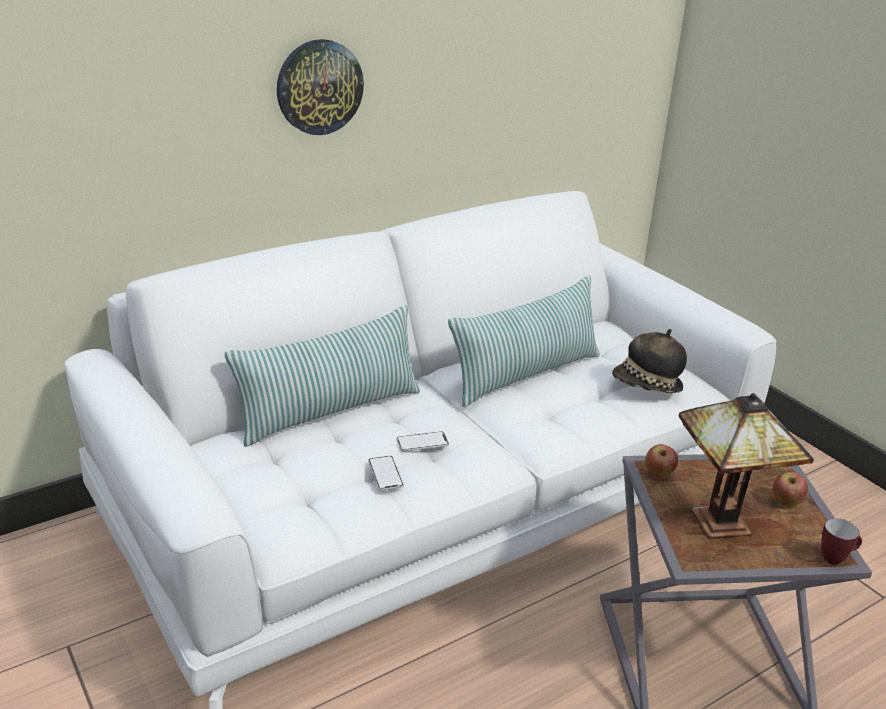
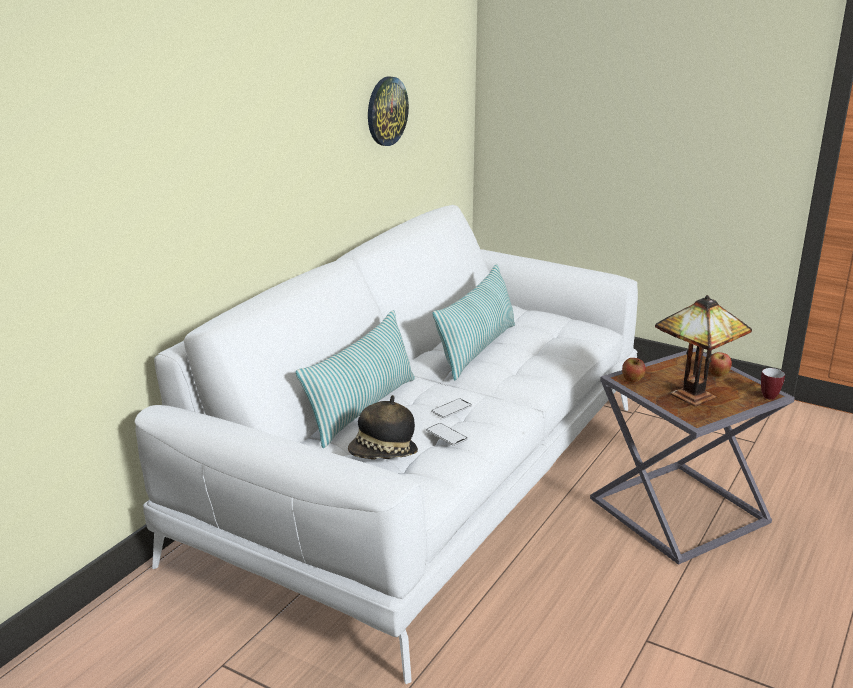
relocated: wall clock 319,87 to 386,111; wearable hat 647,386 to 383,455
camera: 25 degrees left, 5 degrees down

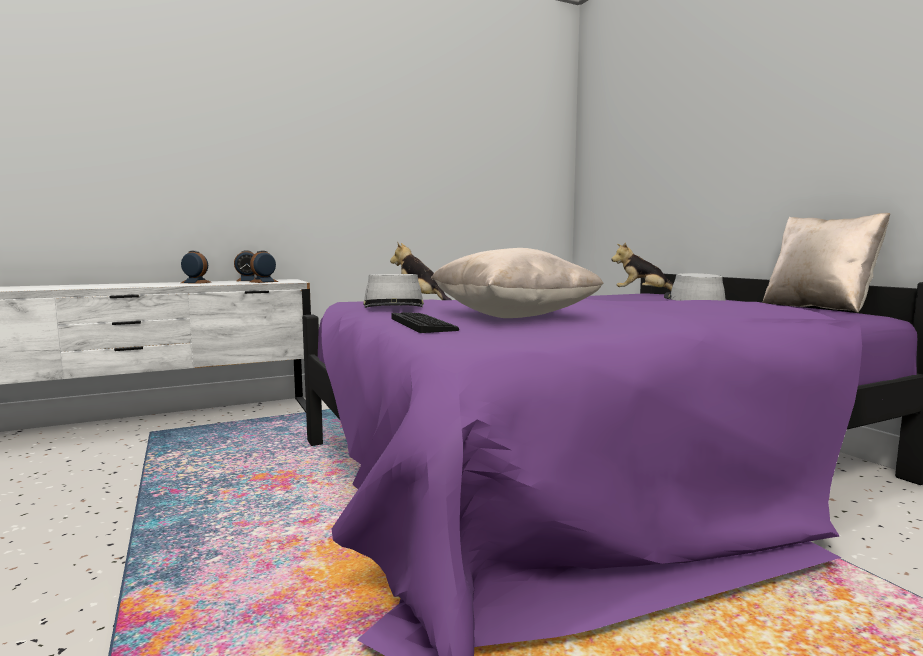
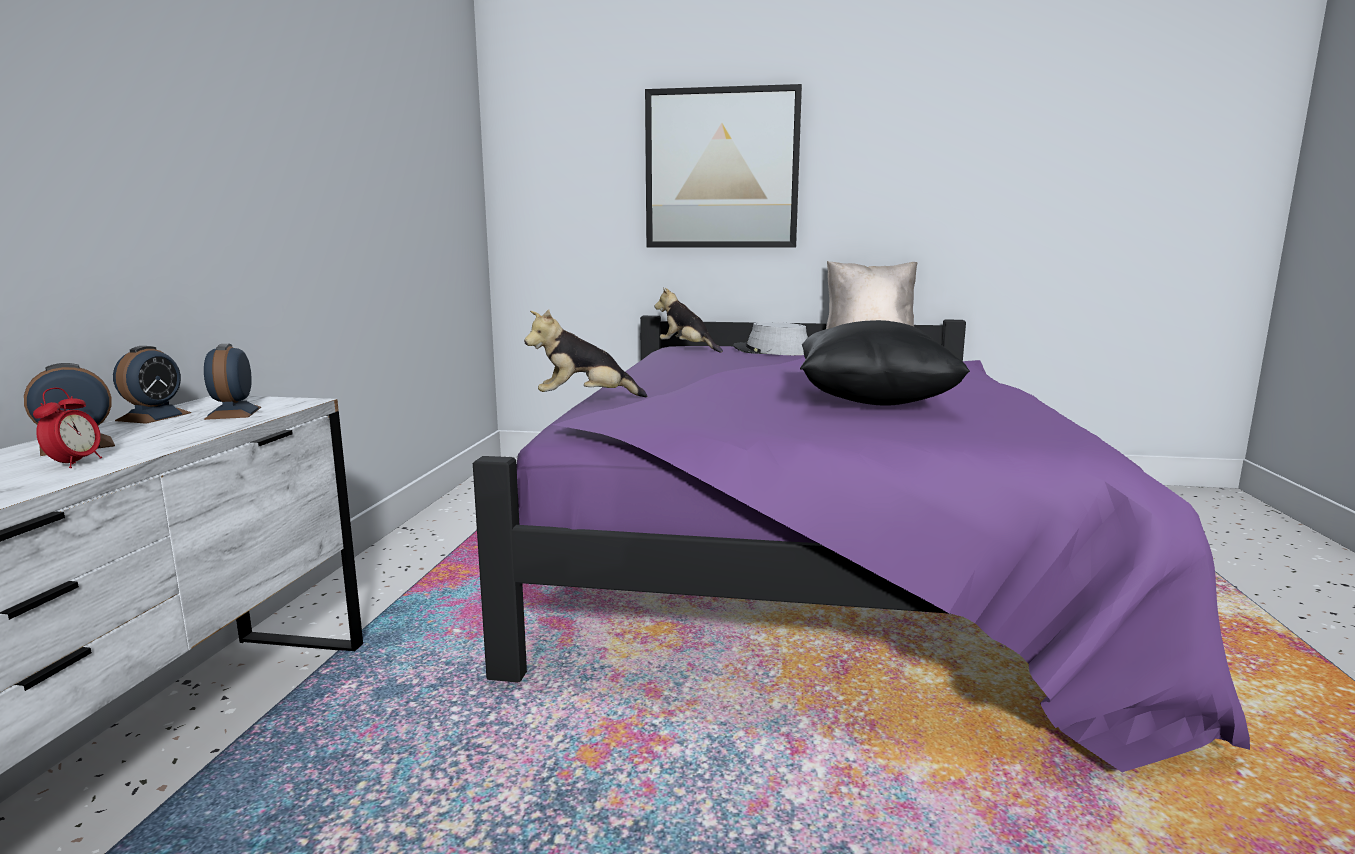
missing: wearable hat/greyish 394,306; PC keyboard 423,324
appeared: table clock 75,464; wall picture 721,169
colour: pillow/sand-coloured 512,316 to pillow/black 873,402
spun: soft toy 643,294 = 687,349 75 degrees clockwise
camera: 55 degrees left, 5 degrees up

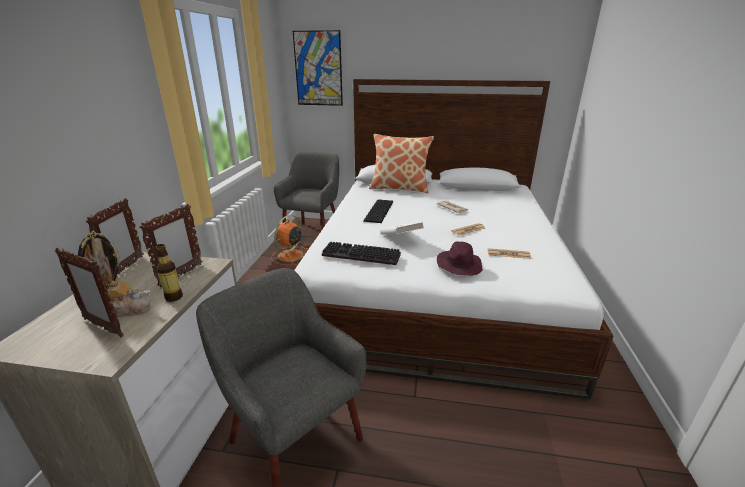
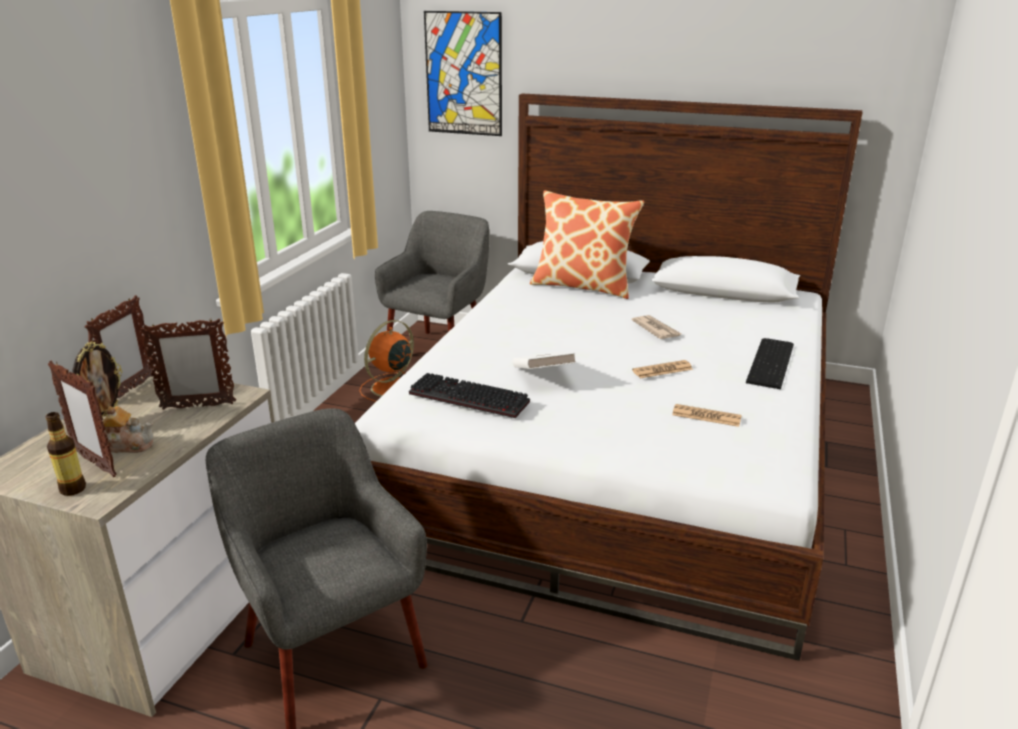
missing: wearable hat/purple 459,265
relocated: bottle 174,297 to 73,489; PC keyboard 380,211 to 772,363
spun: standing frame 181,275 = 197,406 45 degrees clockwise
camera: 10 degrees right, 0 degrees up

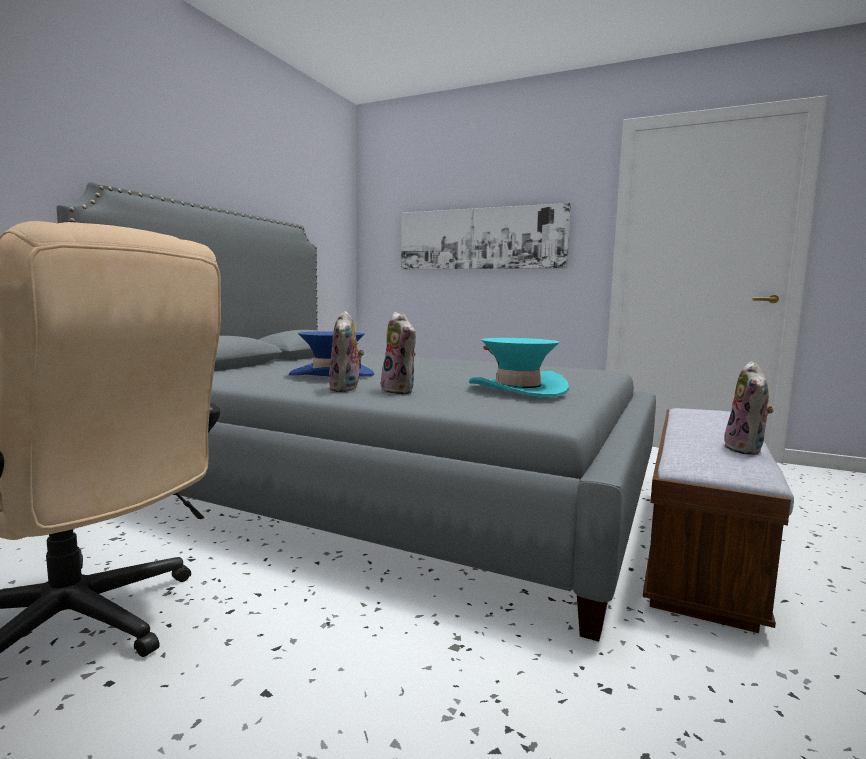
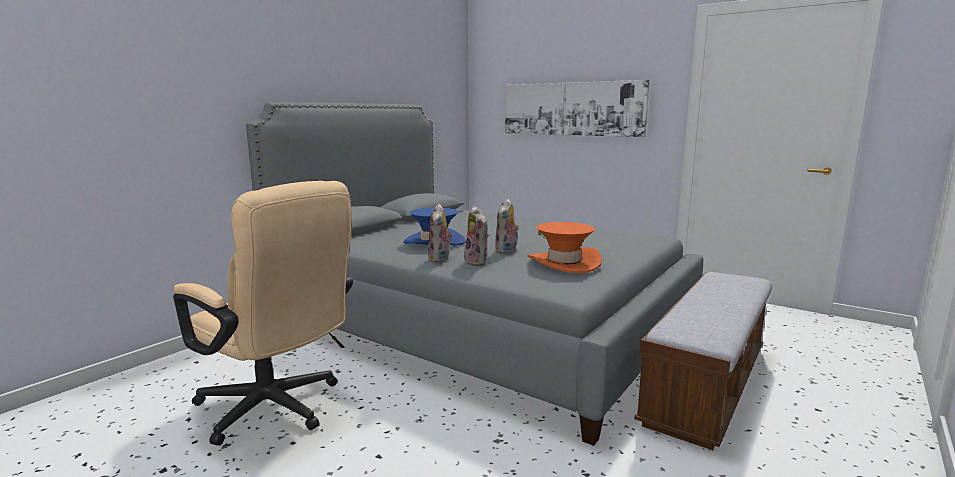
relocated: soft toy 746,450 to 506,251
colour: wearable hat/blue-green 517,389 to wearable hat/orange-coloured 563,263
camera: 10 degrees right, 5 degrees up

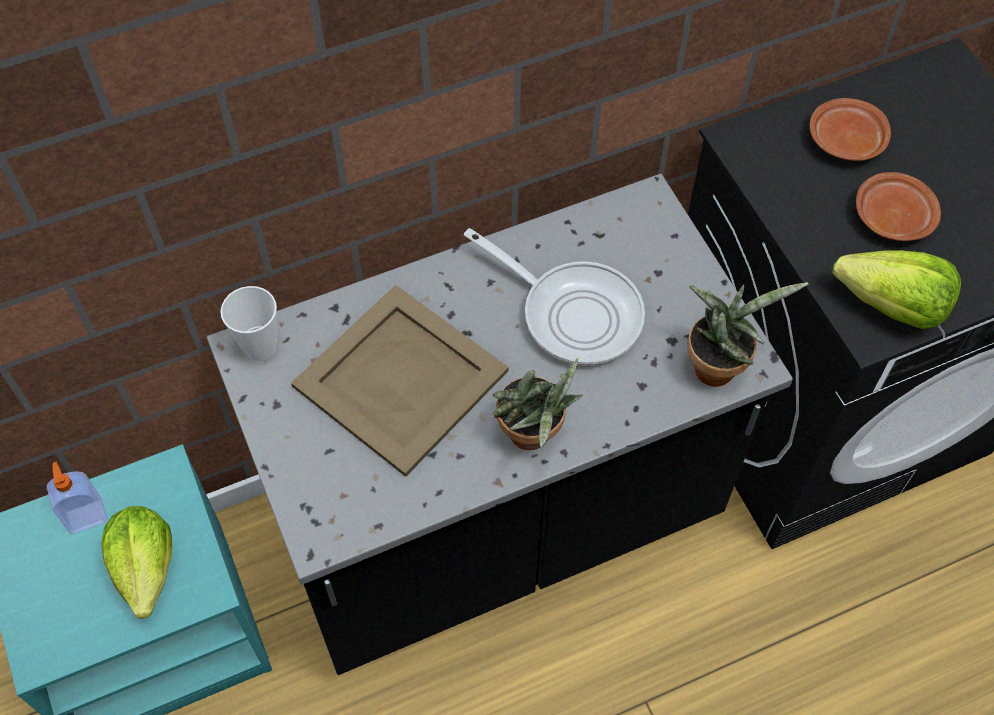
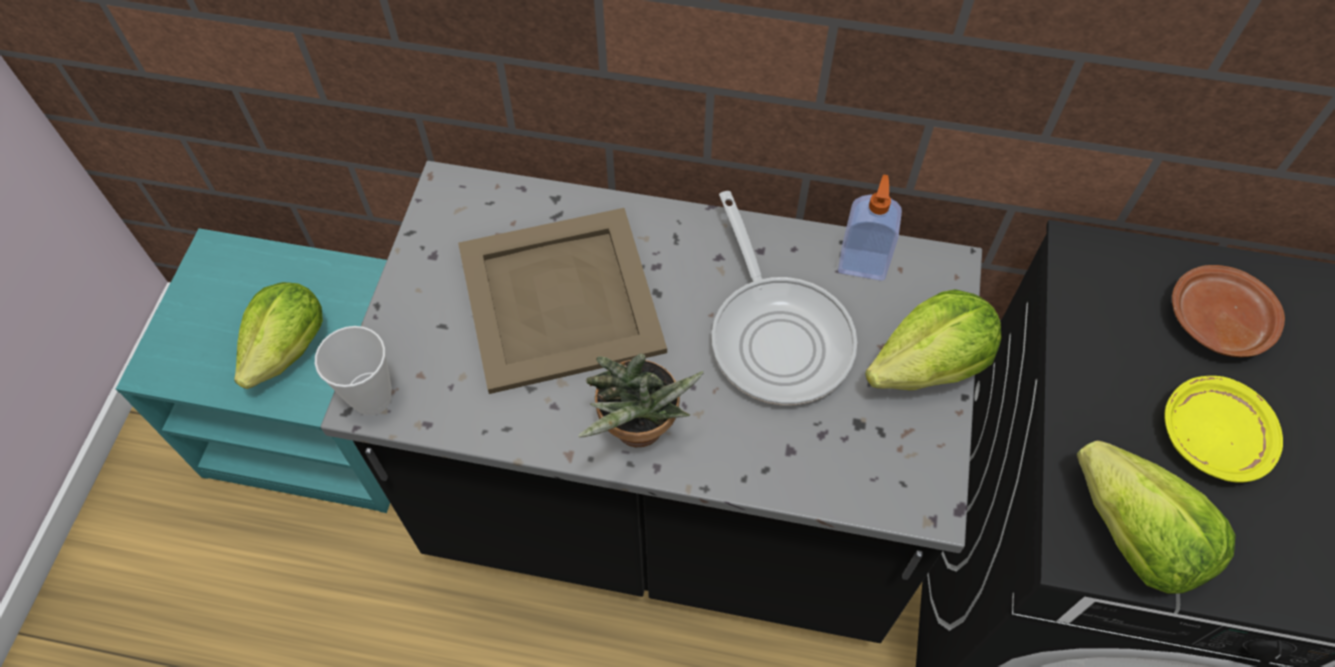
missing: potted plant 718,365
appeared: lettuce 929,366
relocated: soap dispenser 86,515 to 863,262; small cup 260,347 to 372,398
colour: dinner plate/brown-coloured 892,216 to dinner plate/yellow 1212,436
camera: 35 degrees right, 0 degrees up

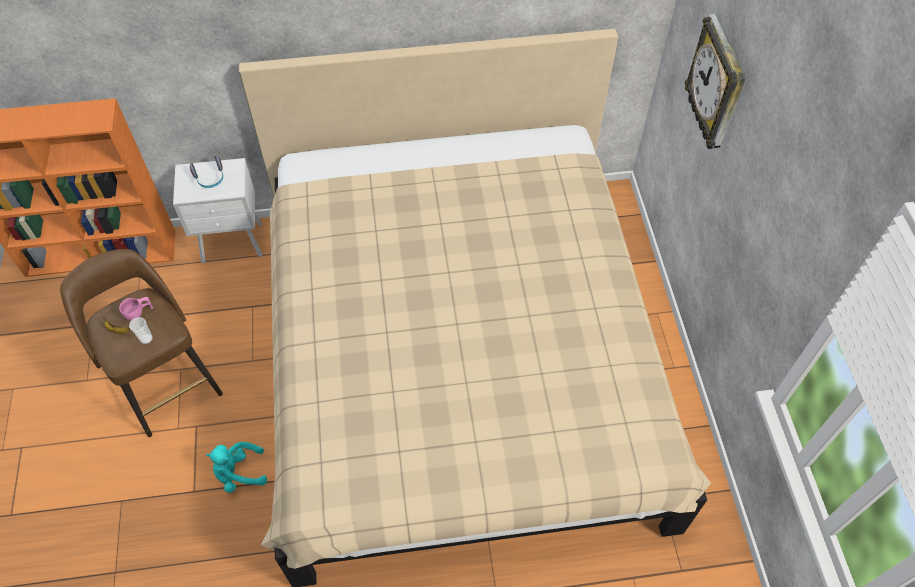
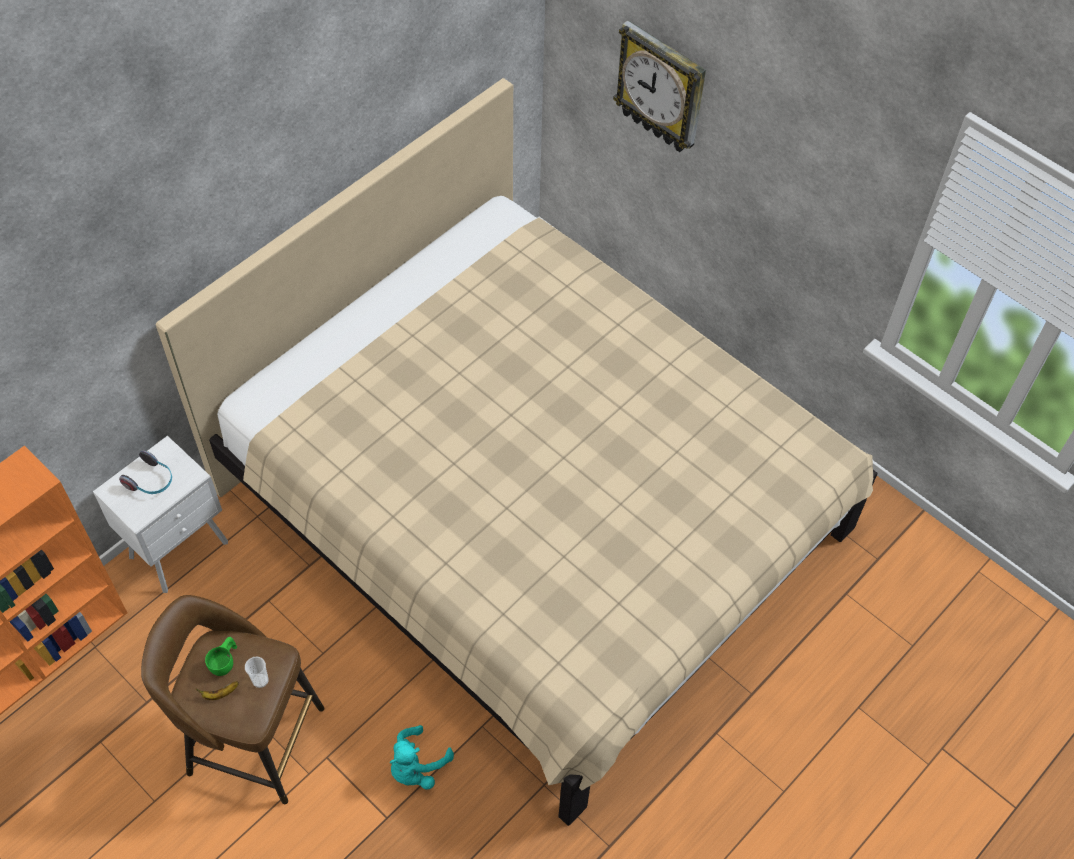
colour: small cup/pinkish 139,313 to small cup/green 225,662
camera: 40 degrees left, 0 degrees up

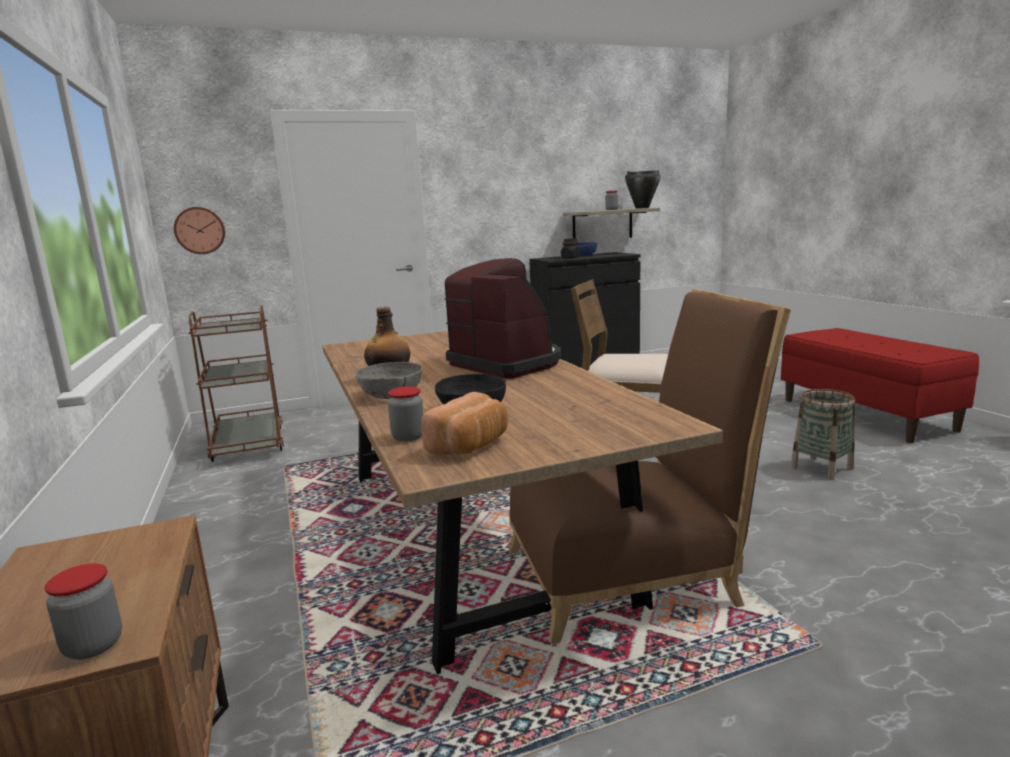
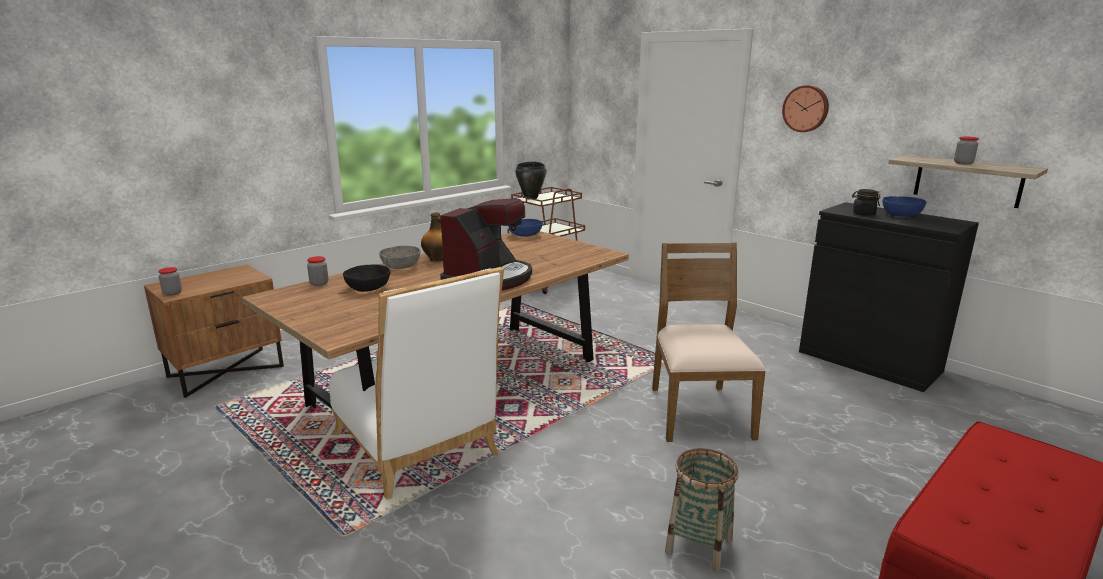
missing: baked bread 471,446
appeared: deep dish/bluish 525,235
relocated: wall clock 200,230 to 806,108; cooking pot/black 642,208 to 531,198
colour: plain chair/brown-coloured 631,574 to plain chair/white 419,449
camera: 65 degrees right, 5 degrees up

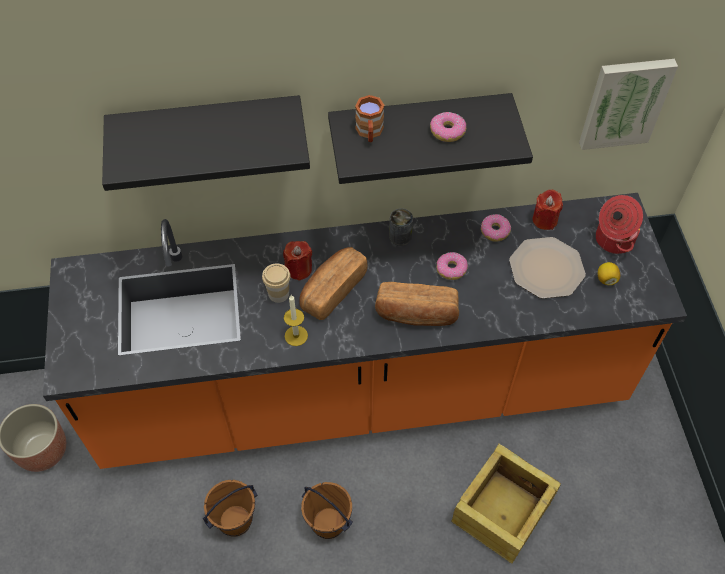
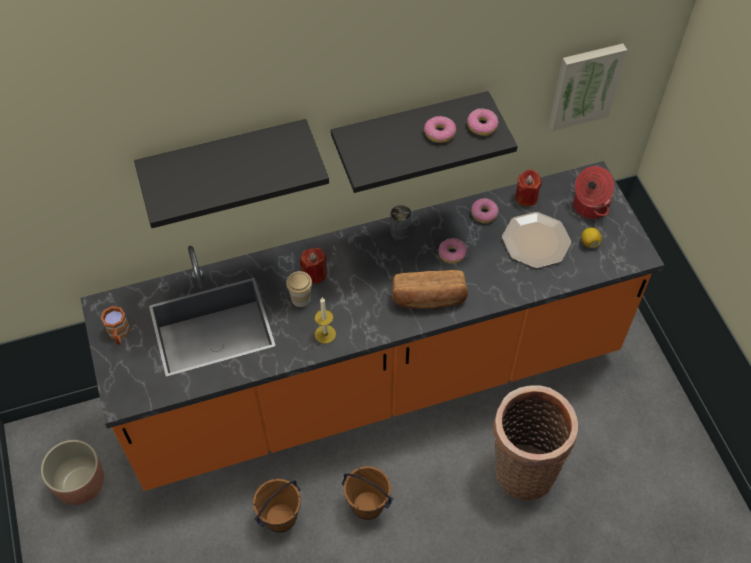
missing: baked bread 332,290
appeared: donut 482,126
relocated: mug/brown-coloured 369,133 to 119,334
exchanged: crate 500,511 to basket 522,468
camera: 10 degrees left, 0 degrees up

